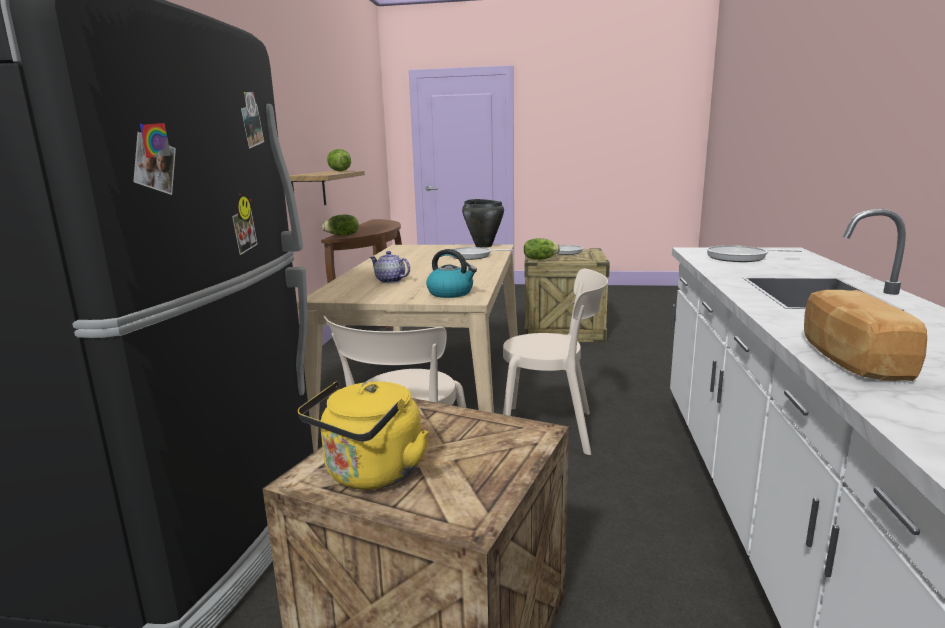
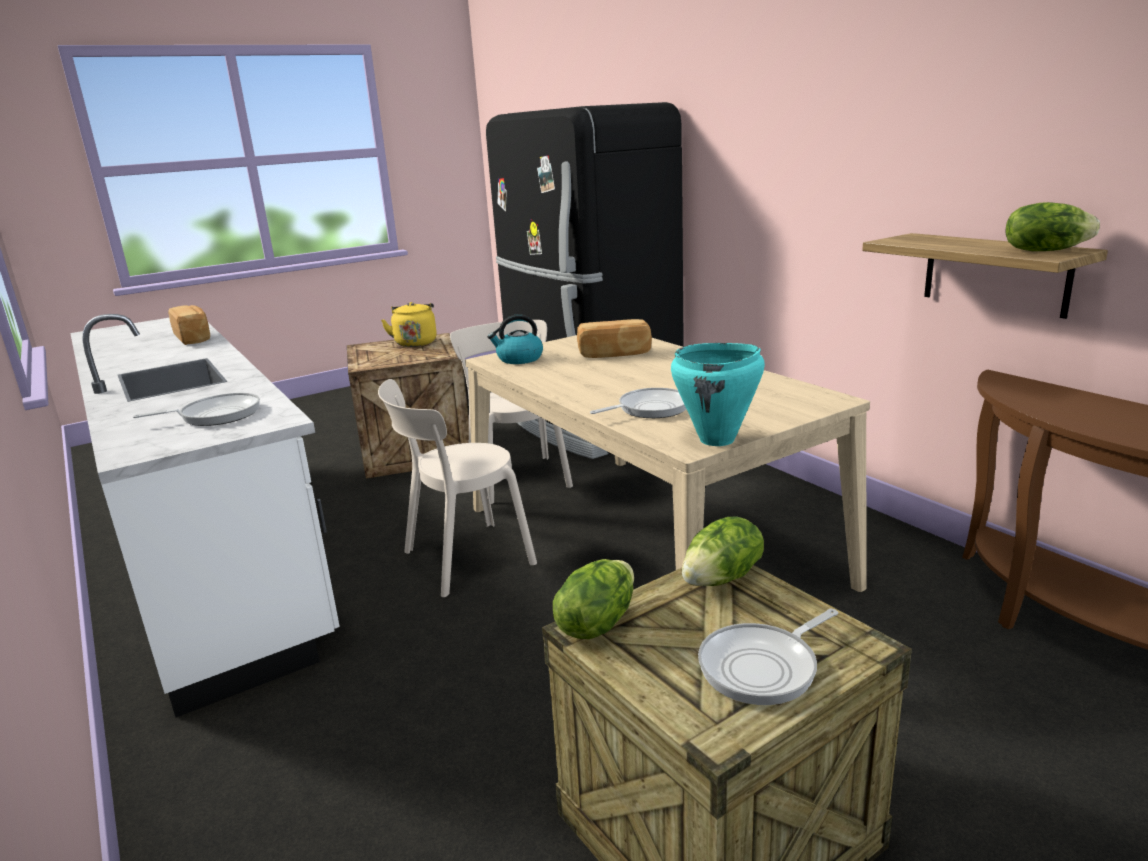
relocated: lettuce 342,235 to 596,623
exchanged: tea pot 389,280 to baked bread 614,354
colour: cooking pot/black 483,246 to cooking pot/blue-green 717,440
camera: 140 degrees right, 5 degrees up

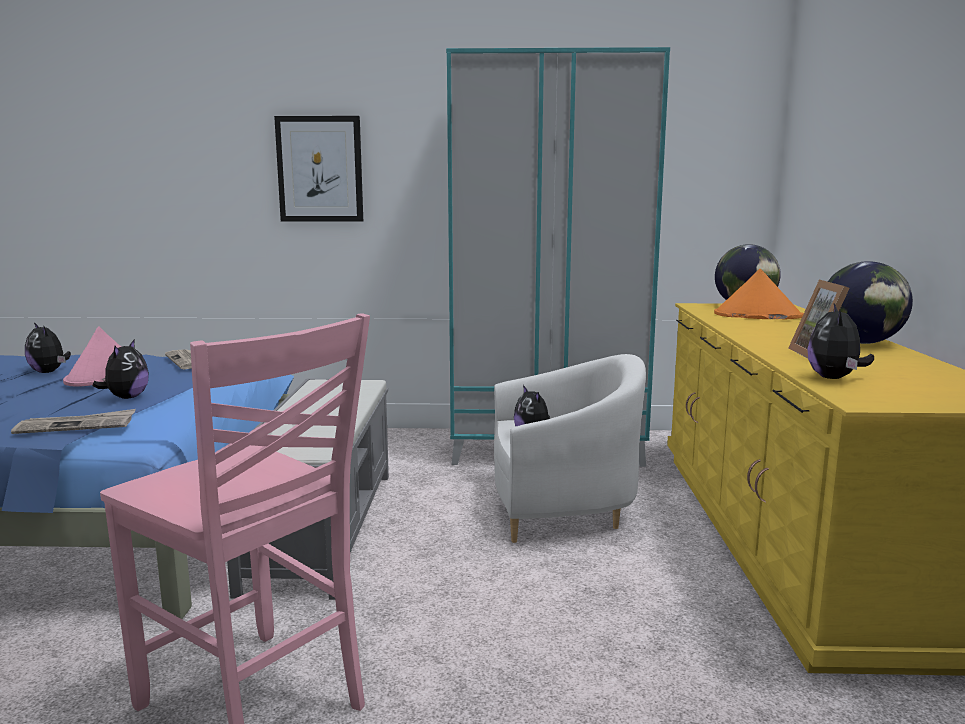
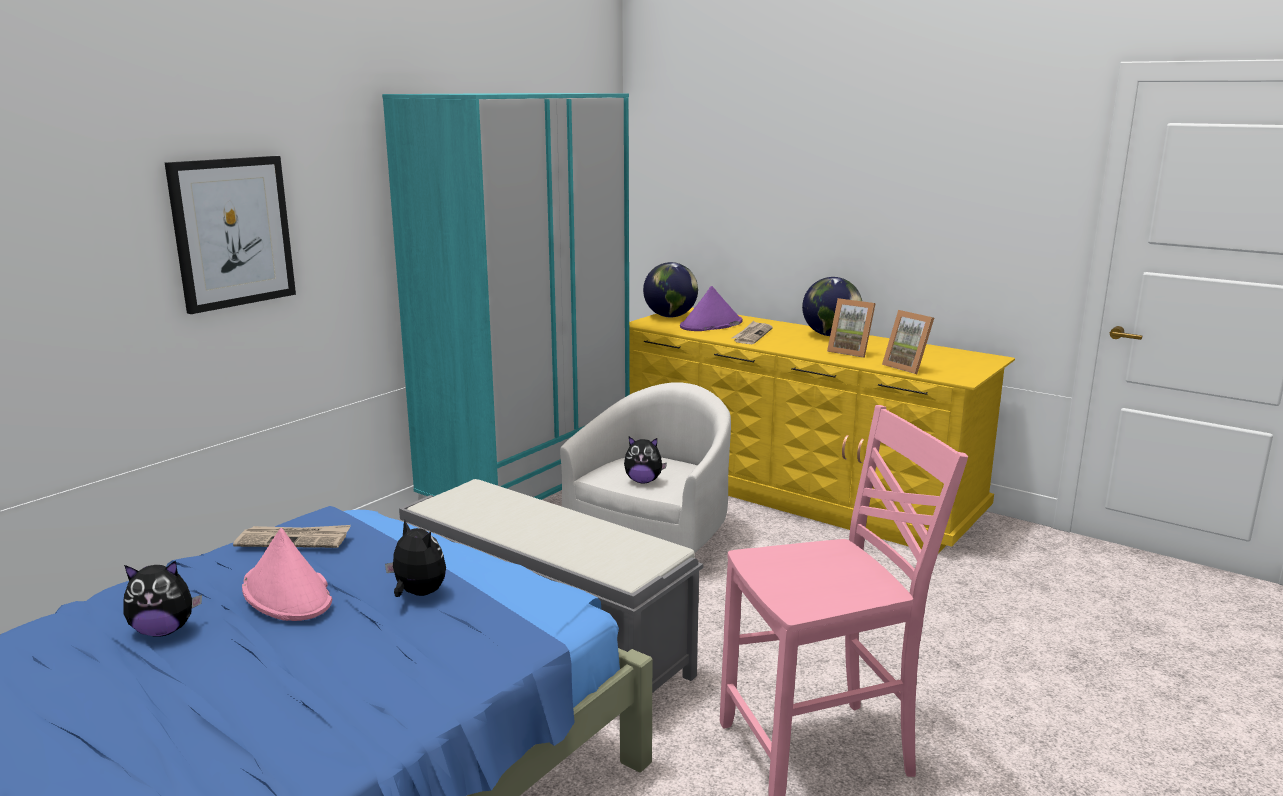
relocated: daily paper 77,425 to 752,335
exchanged: soft toy 835,378 to standing frame 908,367
colour: wearable hat/orange-coloured 757,316 to wearable hat/purple 711,325
camera: 55 degrees left, 5 degrees up

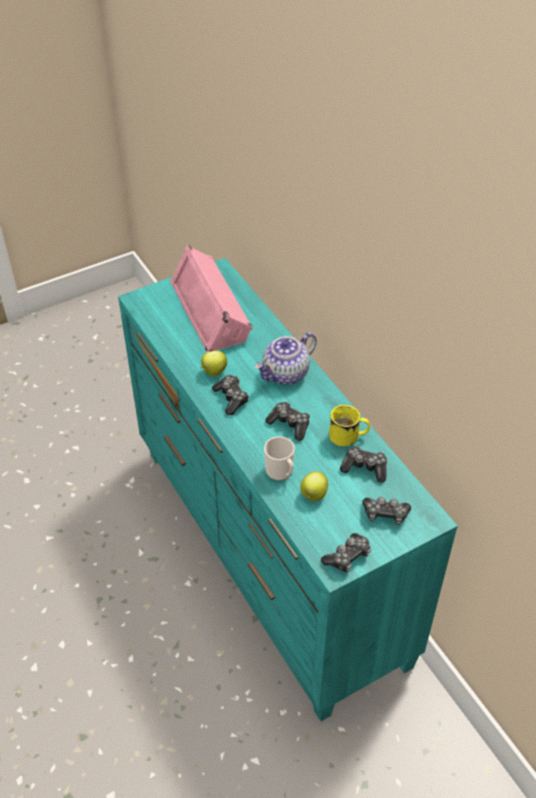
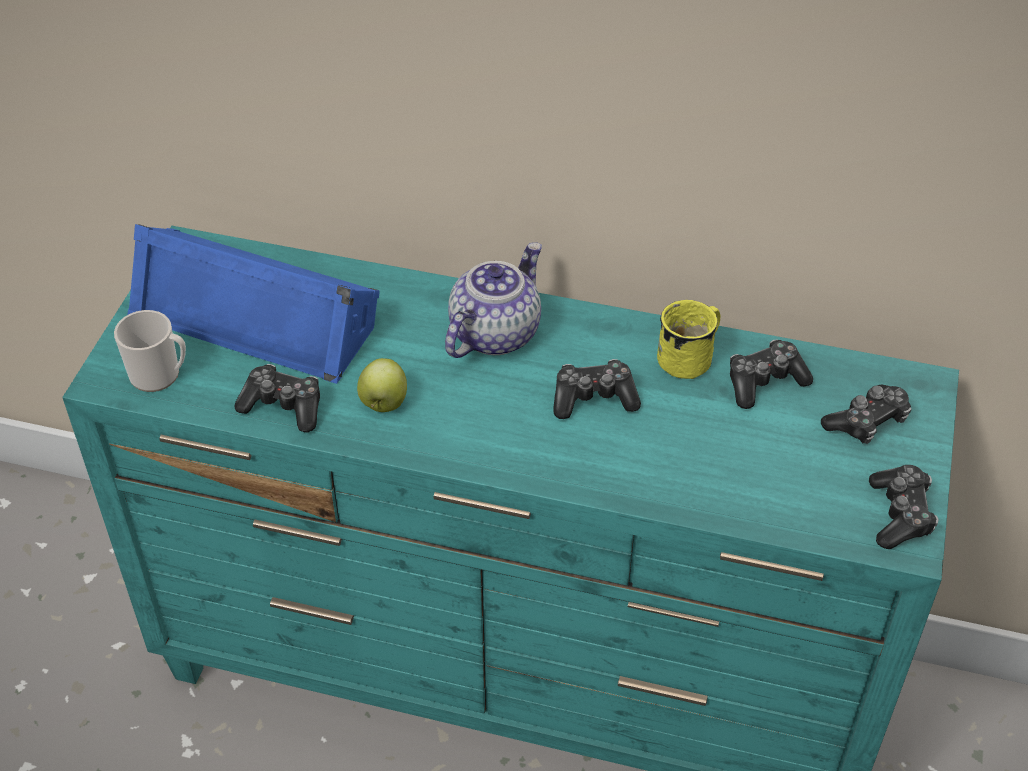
missing: whole apple 313,495
relocated: game controller 231,398 to 283,406; mug 281,472 to 160,375
colour: audio speaker/pinkish 212,309 to audio speaker/bluish 257,314
spun: tea pot 286,374 = 494,332 150 degrees counterclockwise
camera: 45 degrees left, 0 degrees up

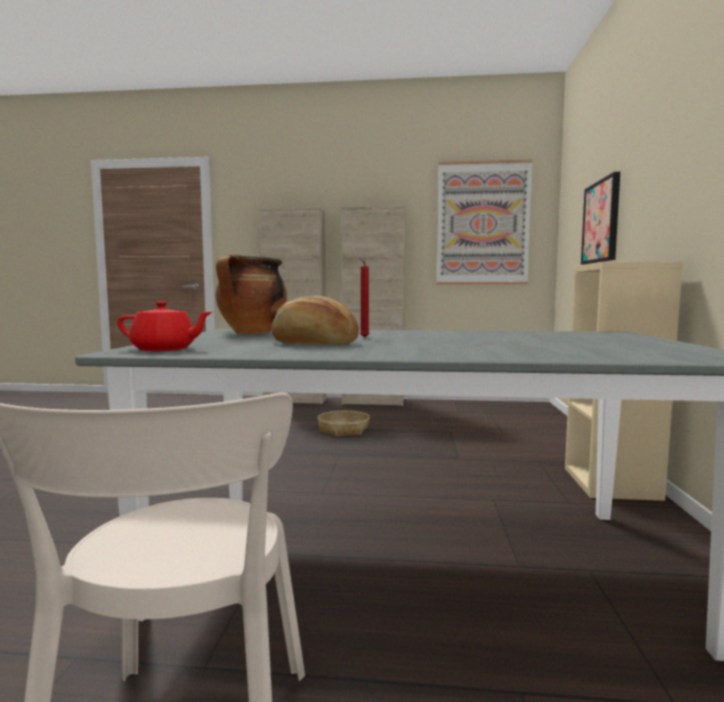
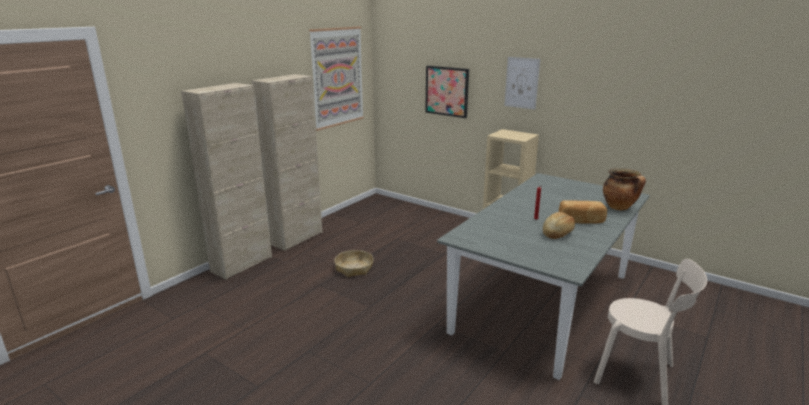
missing: tea pot/red-coloured 164,349
appeared: wall picture 521,83; baked bread 581,221
relocated: cooking pot 252,333 to 619,207
camera: 60 degrees left, 15 degrees up

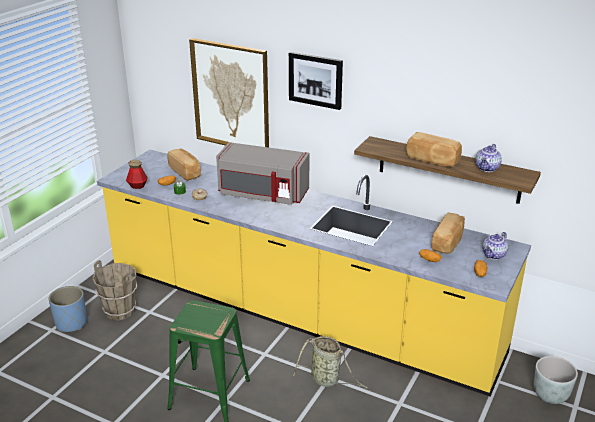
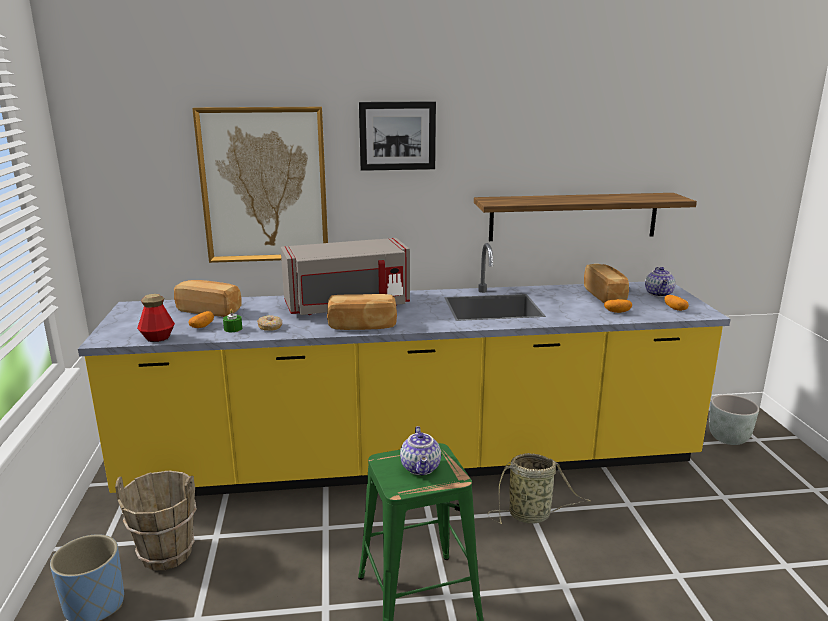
relocated: baked bread 432,160 to 362,326; tea pot 487,168 to 421,468
camera: 35 degrees left, 10 degrees down

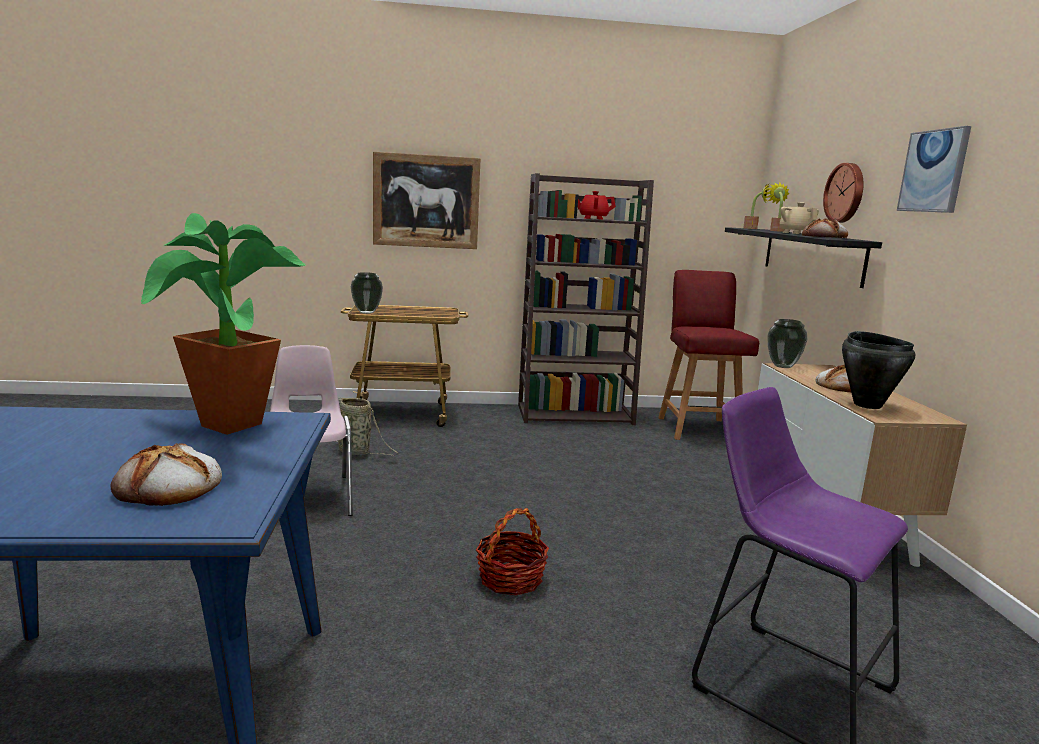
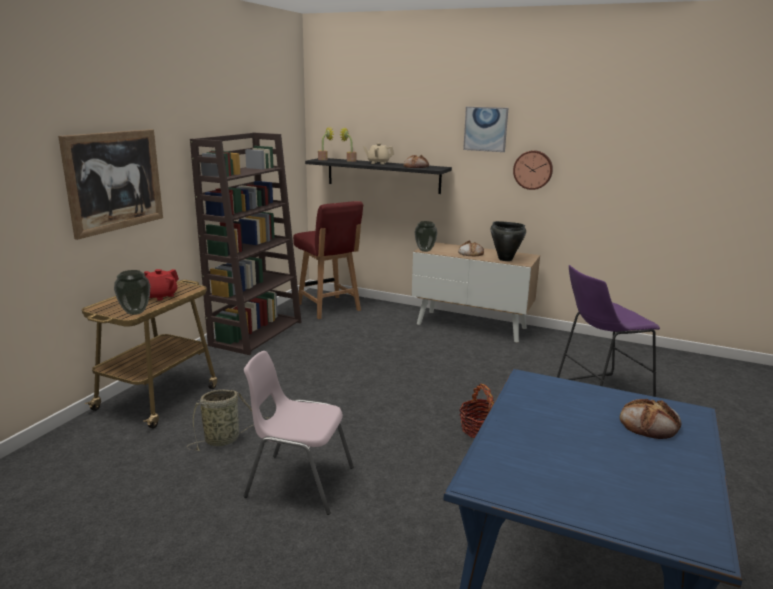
missing: potted plant 234,429
relocated: tea pot/red-coloured 593,218 to 160,296; wall clock 846,193 to 533,169
spun: plain chair/red-coloured 698,428 = 329,308 150 degrees counterclockwise
camera: 60 degrees left, 5 degrees up

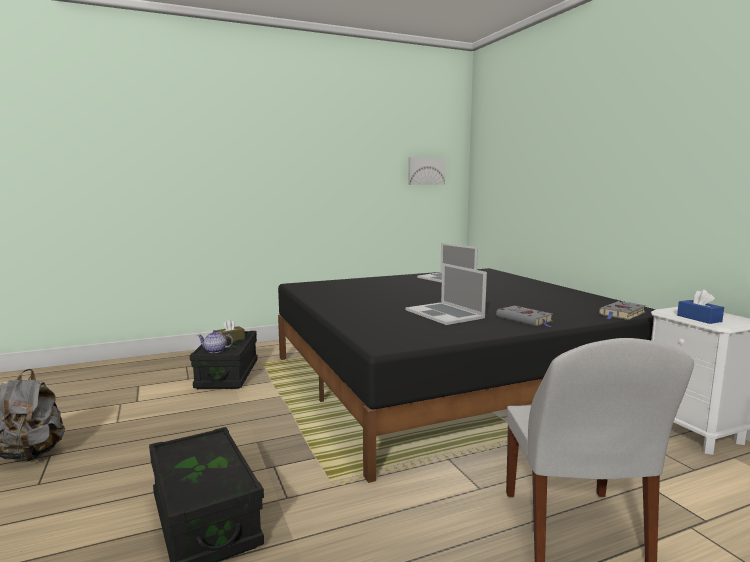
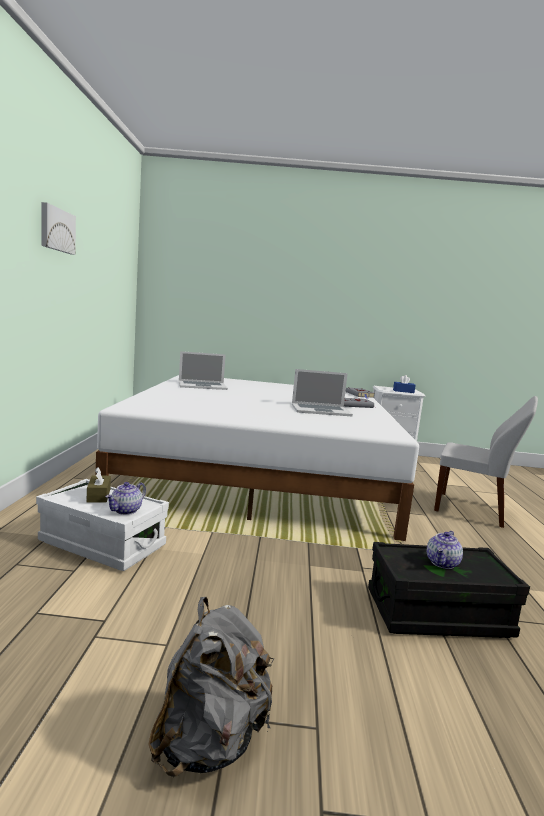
appeared: tea pot 443,563
relocated: wall picture 425,171 to 56,230
colour: storage box/black 227,374 to storage box/white 102,544; sleeping bed/black 449,380 to sleeping bed/white 261,472
camera: 65 degrees left, 0 degrees up

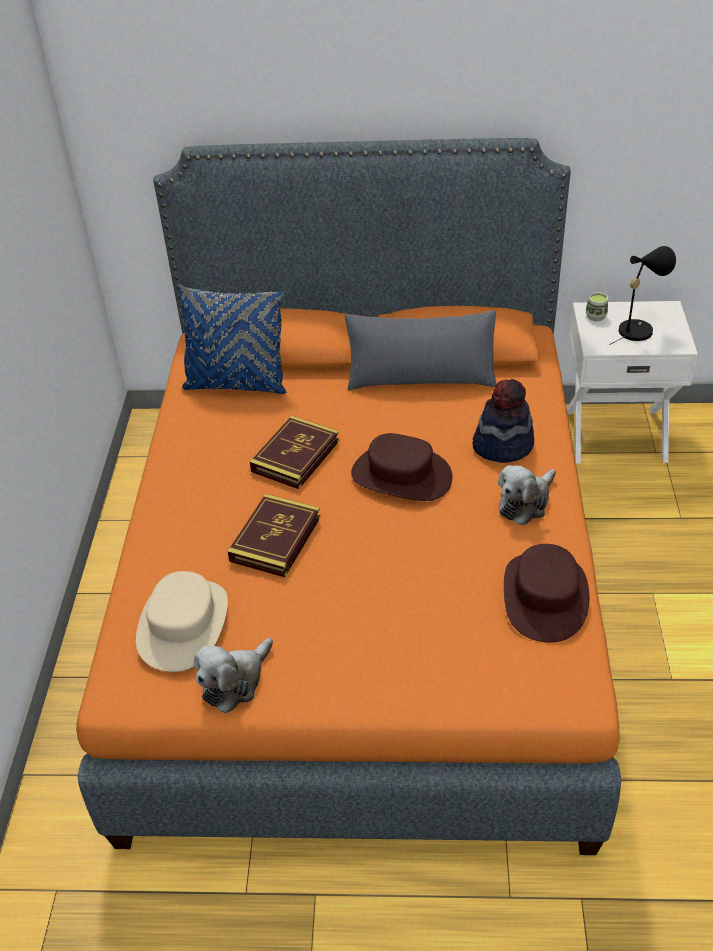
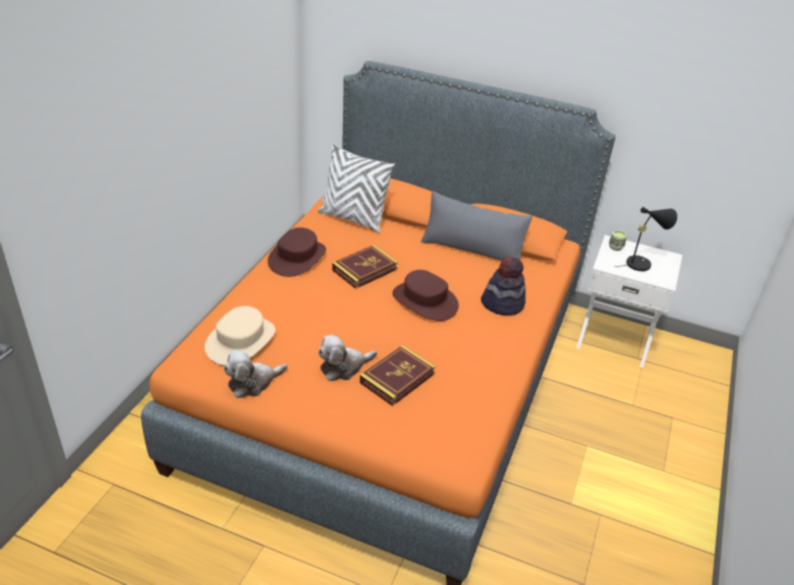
relocated: book 275,539 to 397,378; soft toy 525,502 to 344,367; wearable hat/brown-coloured 545,596 to 297,258
colour: pillow/bluish 237,384 to pillow/white 353,218
camera: 15 degrees right, 5 degrees down

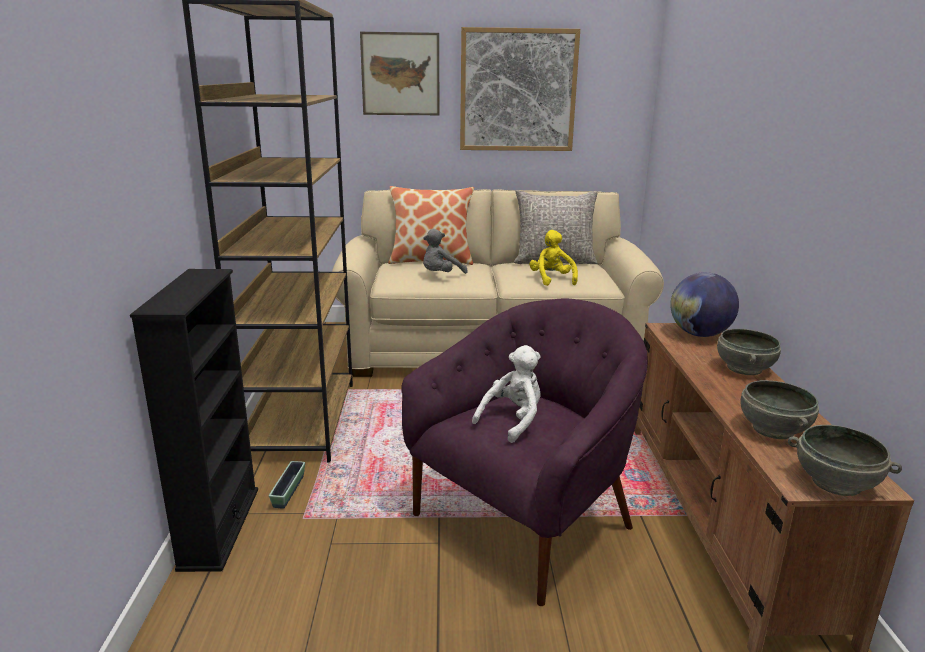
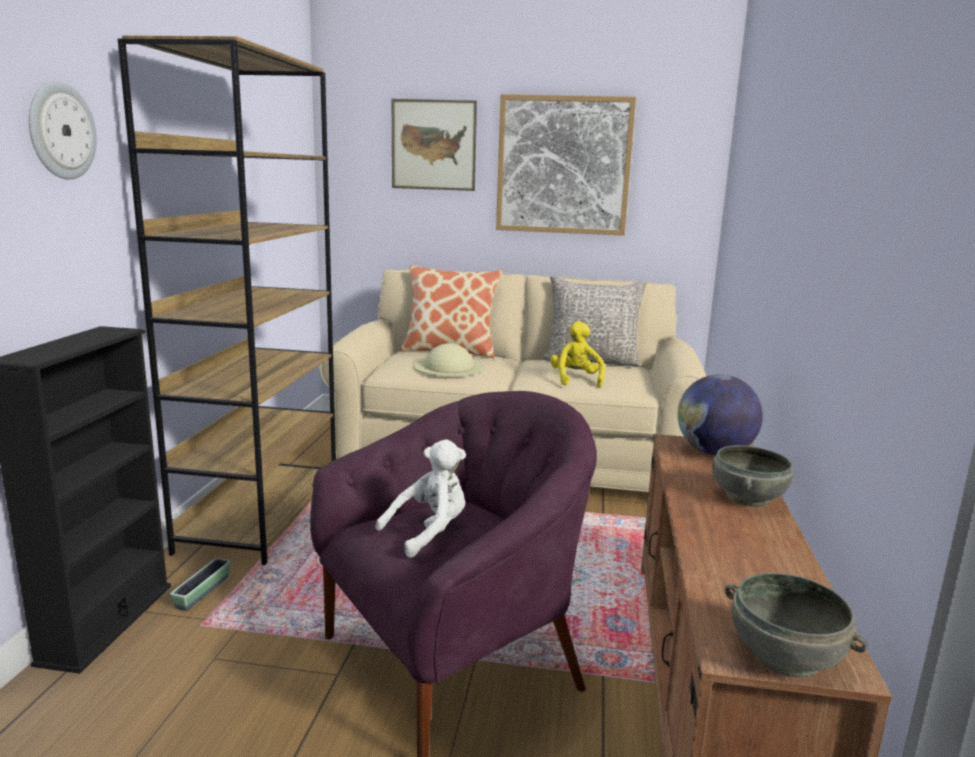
missing: deep dish/greyish 772,429
appeared: wall clock 61,131
exchanged: soft toy/greyish 441,275 to wearable hat/sand-coloured 449,366
camera: 10 degrees right, 5 degrees down

